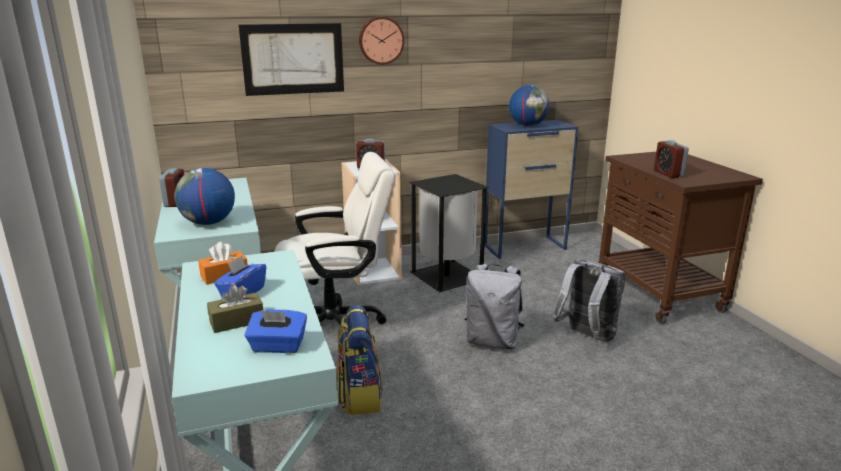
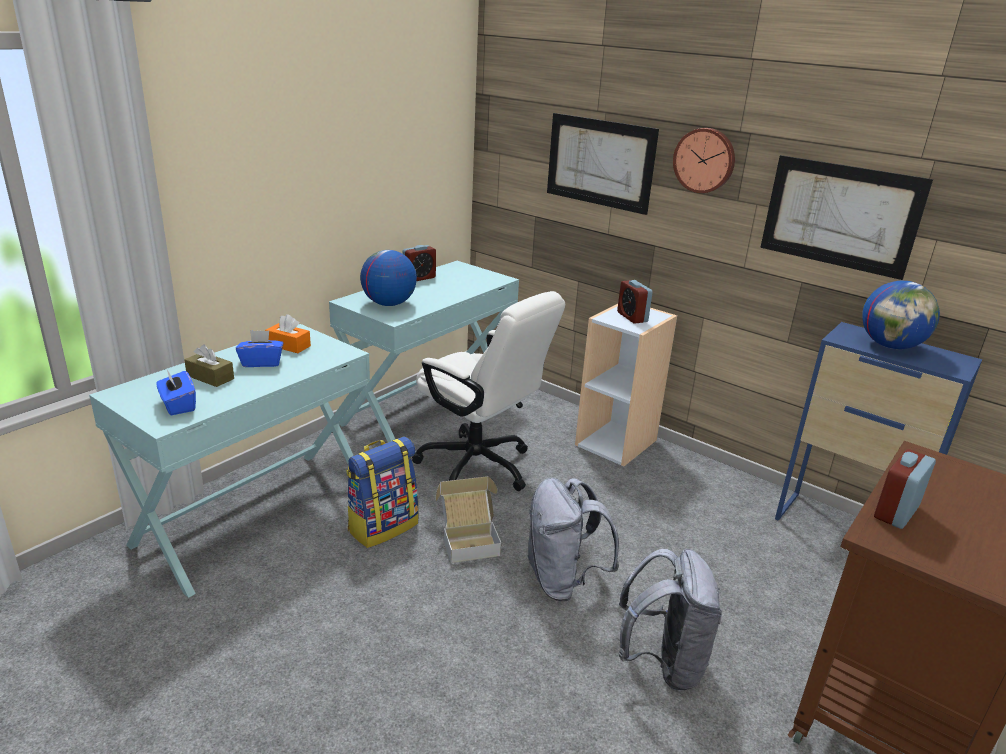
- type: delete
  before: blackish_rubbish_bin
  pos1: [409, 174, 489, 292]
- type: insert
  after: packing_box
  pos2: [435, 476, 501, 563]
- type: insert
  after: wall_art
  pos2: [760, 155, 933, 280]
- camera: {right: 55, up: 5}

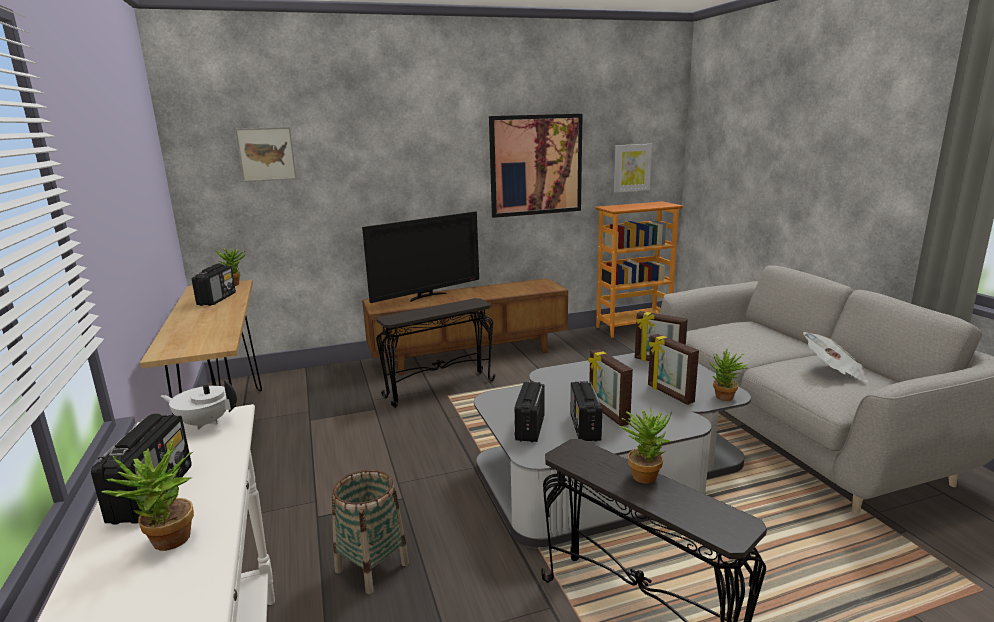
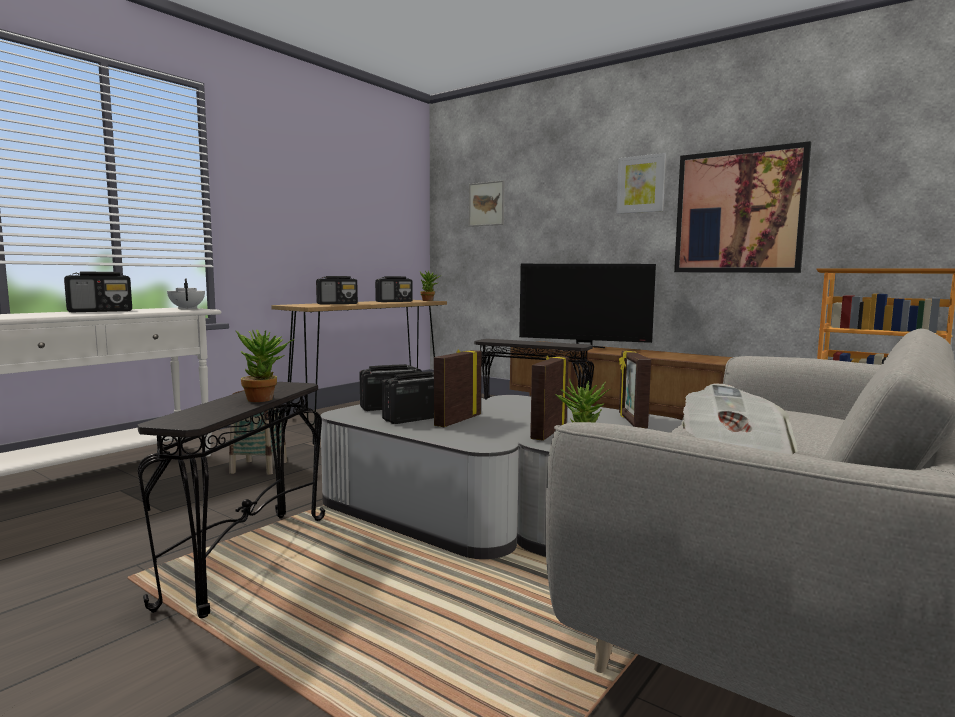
- type: delete
  before: plant_in_a_pot
  pos1: [101, 439, 194, 551]
- type: move
  before: wall_art
  pos1: [614, 144, 652, 193]
  pos2: [616, 153, 666, 214]
- type: insert
  after: radio
  pos2: [316, 276, 358, 305]
- camera: {right: 55, up: -10}

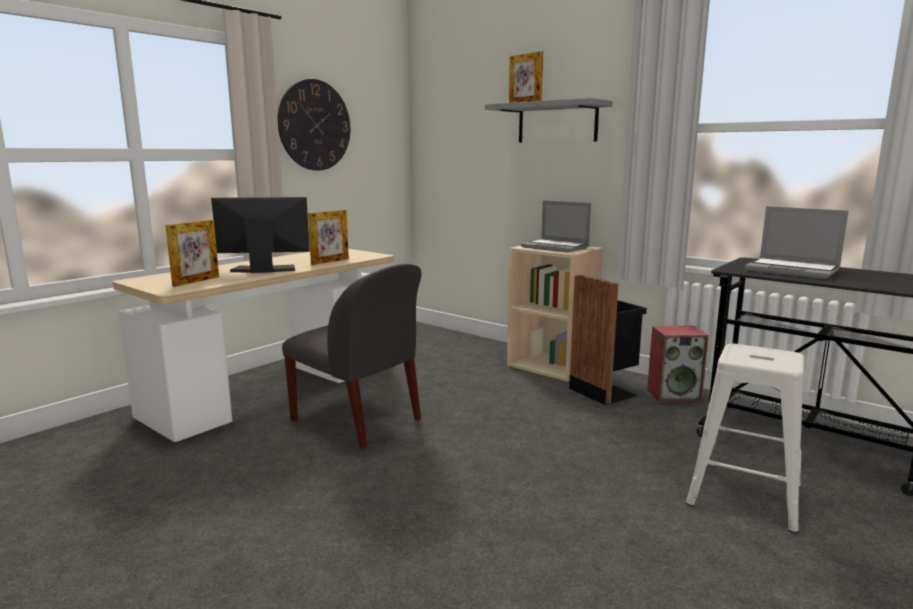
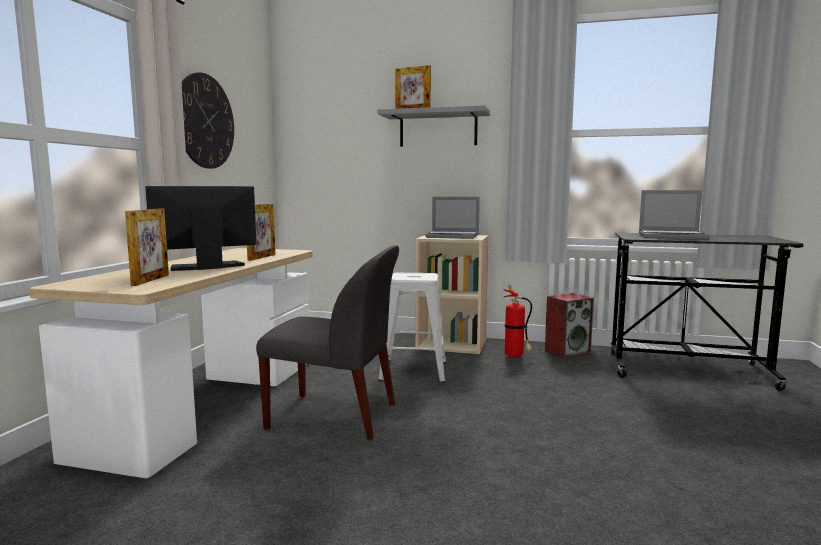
- type: replace
  before: blackish_rubbish_bin
  after: fire-fighting_cylinder
  pos1: [569, 275, 647, 405]
  pos2: [503, 285, 532, 358]
- type: move
  before: white_stool
  pos1: [686, 343, 804, 533]
  pos2: [378, 273, 446, 382]
- camera: {right: -25, up: -5}

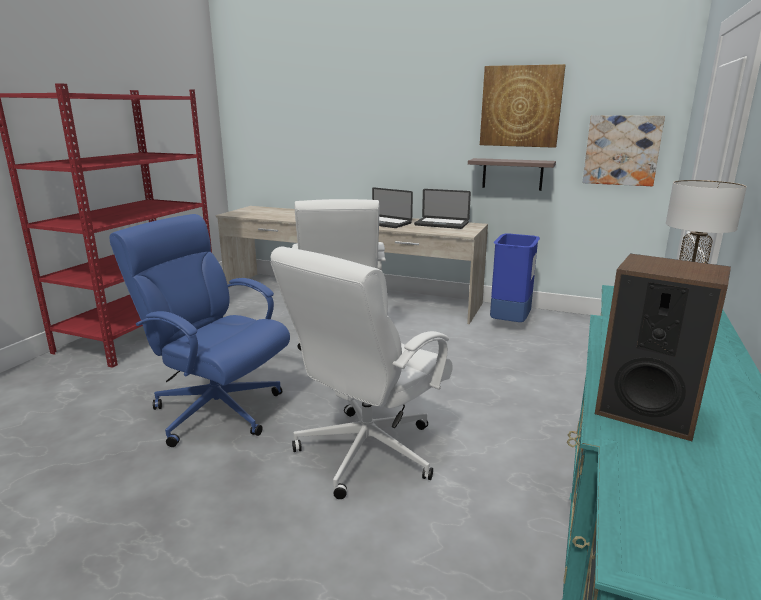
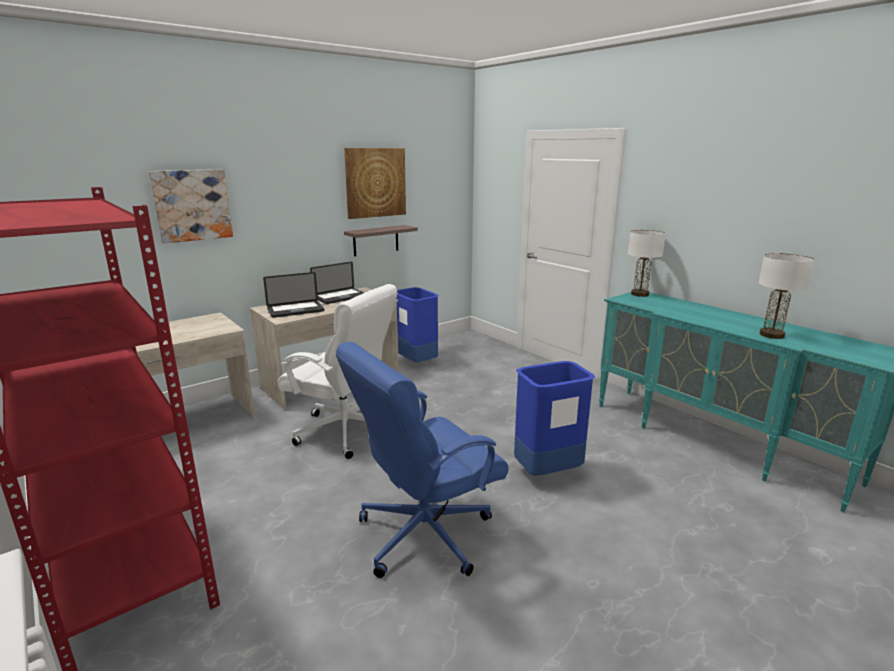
- type: replace
  before: white_desk_chair
  after: blue_rubbish_bin
  pos1: [271, 247, 453, 499]
  pos2: [514, 361, 595, 475]
- type: move
  before: wall_art
  pos1: [583, 115, 665, 186]
  pos2: [149, 169, 233, 244]
- type: replace
  before: audio_speaker
  after: table_lamp
  pos1: [595, 254, 731, 441]
  pos2: [759, 253, 815, 339]
- camera: {right: -60, up: 0}

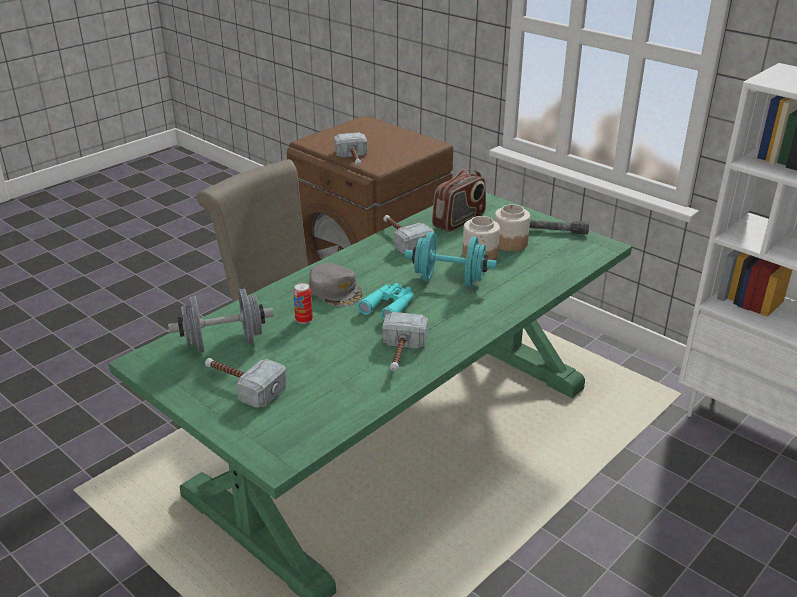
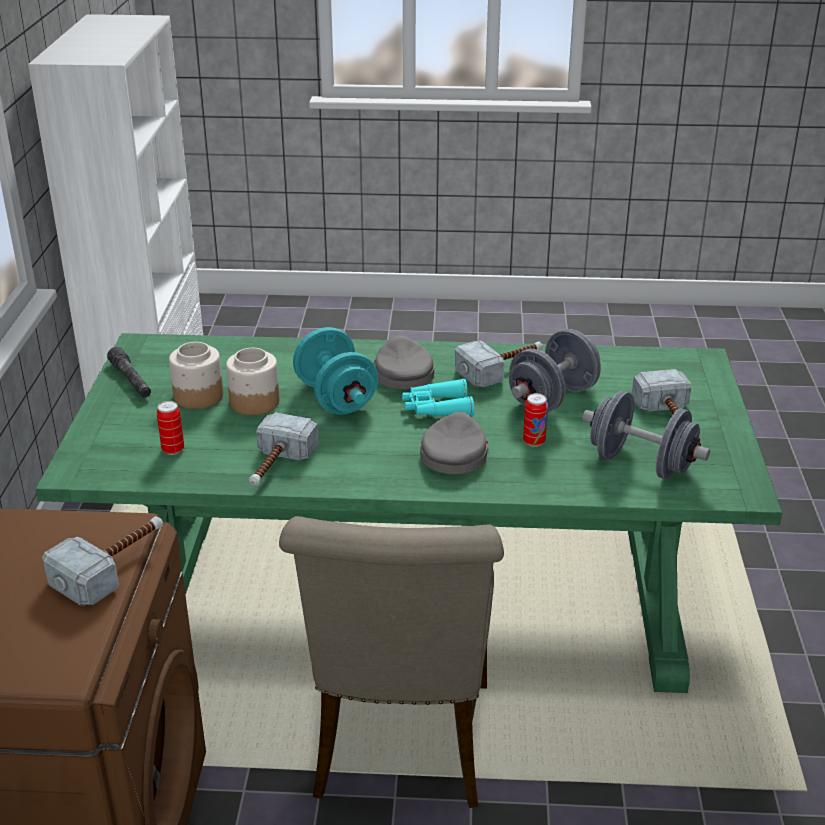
- type: replace
  before: radio
  after: sealed_can
  pos1: [432, 169, 486, 232]
  pos2: [157, 401, 184, 455]
- type: insert
  after: gray_baseball_cap
  pos2: [374, 335, 434, 389]
- type: insert
  after: gray_free_weight
  pos2: [509, 329, 601, 412]
- camera: {right: -130, up: 0}

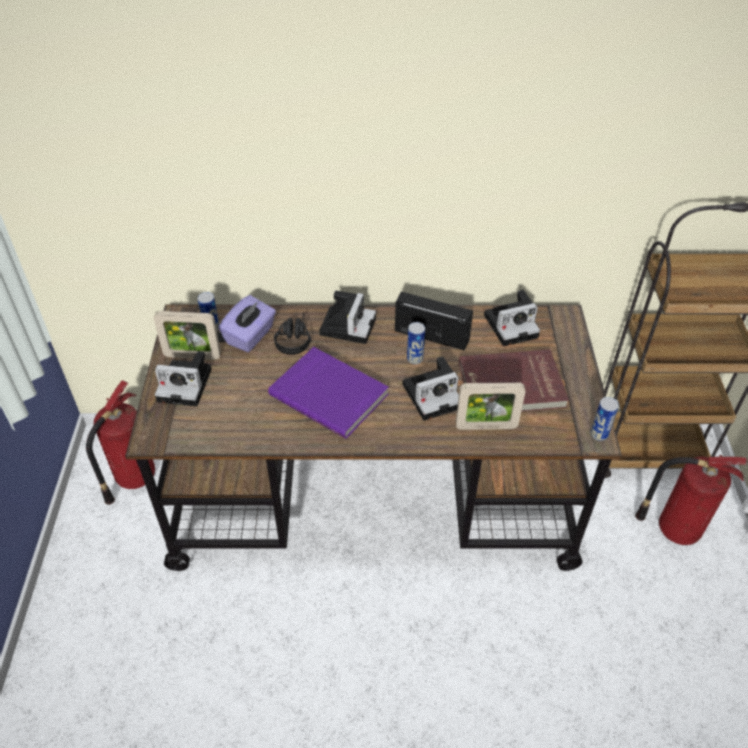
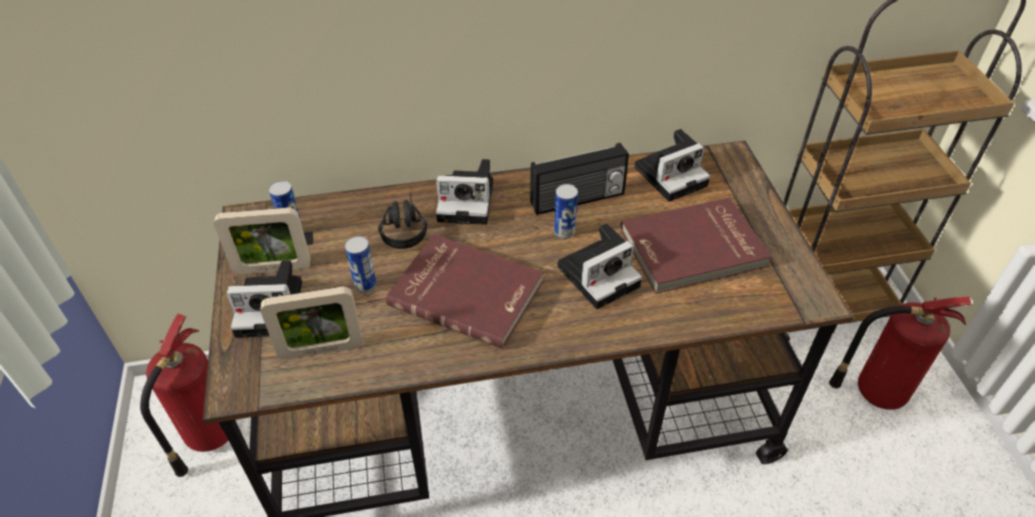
- type: delete
  before: purple-coloured_tissue_box
  pos1: [219, 295, 276, 352]
- type: recolor
  before: purple-coloured_bound_book
  after: red-coloured_bound_book
  pos1: [268, 347, 389, 439]
  pos2: [386, 234, 543, 349]
- type: rotate
  before: still_camera
  pos1: [319, 290, 376, 344]
  pos2: [436, 159, 493, 225]
  turn: 90
- type: rotate
  before: radio
  pos1: [395, 292, 473, 351]
  pos2: [530, 143, 629, 215]
  turn: 150
- type: move
  before: standing_frame
  pos1: [456, 382, 525, 430]
  pos2: [261, 287, 363, 360]
- type: move
  before: sealed_can
  pos1: [590, 397, 619, 441]
  pos2: [345, 236, 376, 293]
- camera: {right: -10, up: 0}

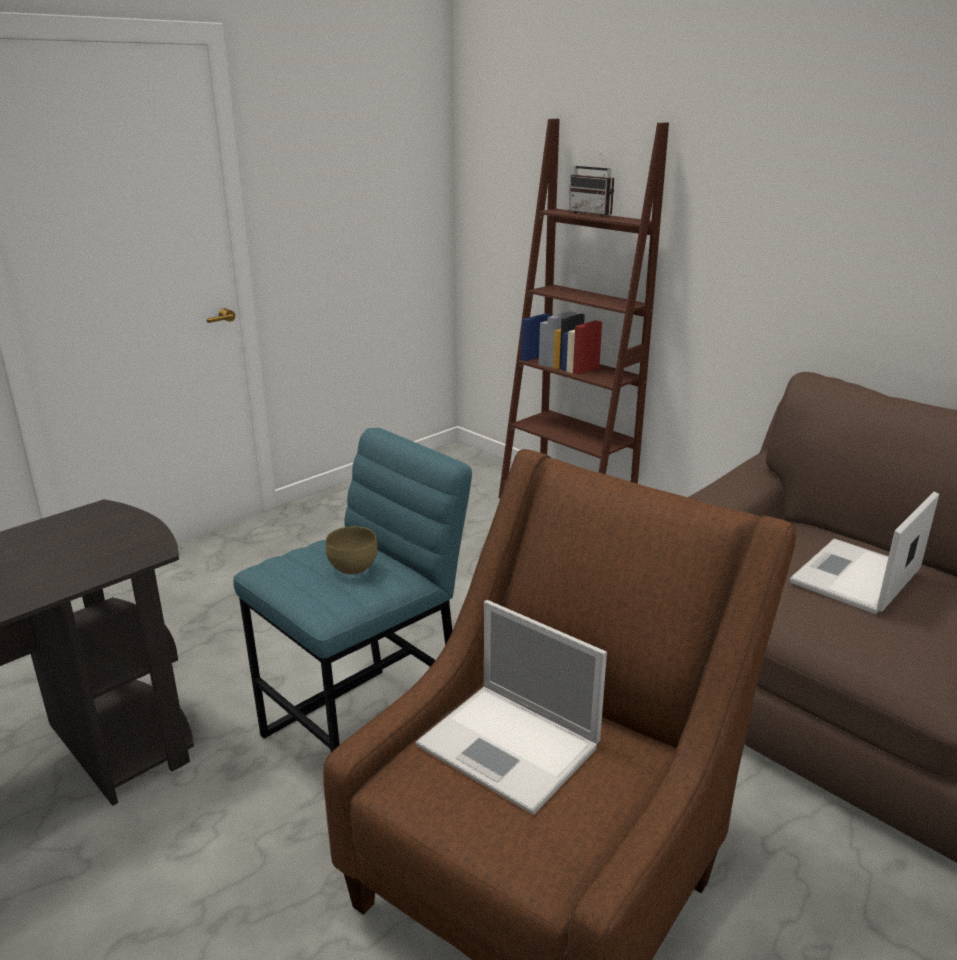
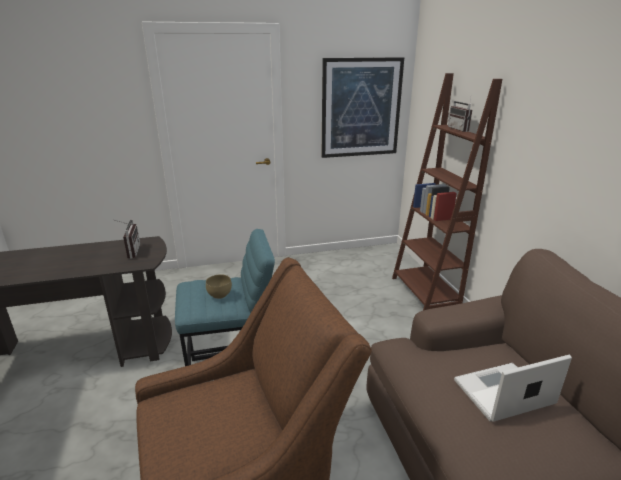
- type: delete
  before: notebook_computer
  pos1: [416, 600, 607, 815]
- type: insert
  after: radio
  pos2: [115, 219, 140, 259]
- type: insert
  after: wall_art
  pos2: [321, 57, 404, 158]
- camera: {right: 30, up: 0}

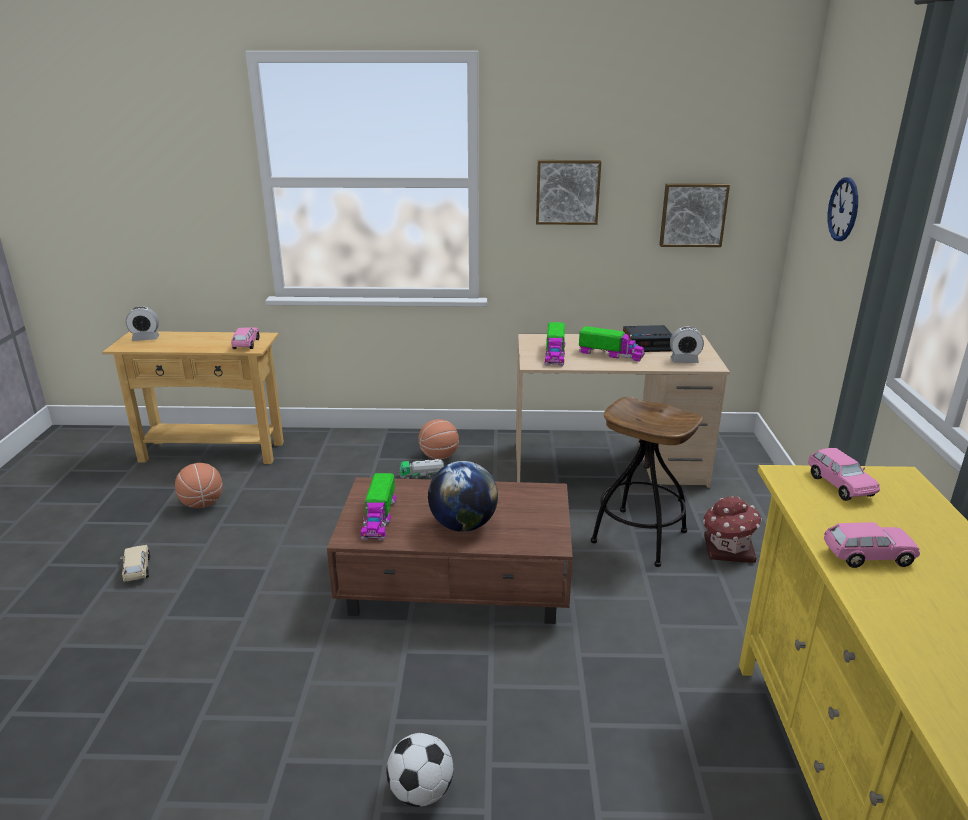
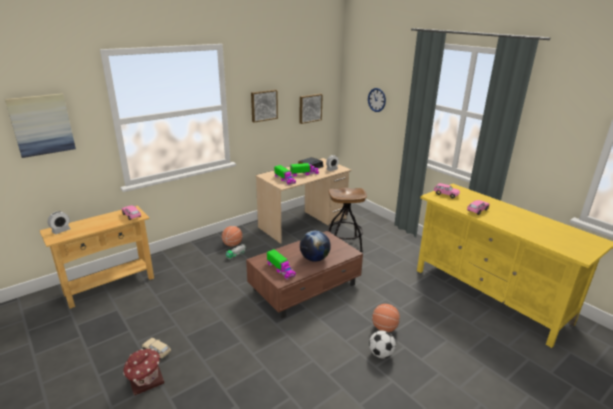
- type: move
  before: basketball_ball
  pos1: [175, 463, 223, 508]
  pos2: [372, 304, 400, 332]
- type: move
  before: toy_house
  pos1: [703, 496, 762, 563]
  pos2: [123, 349, 164, 395]
- type: insert
  after: wall_art
  pos2: [5, 93, 76, 158]
- camera: {right: -40, up: 0}

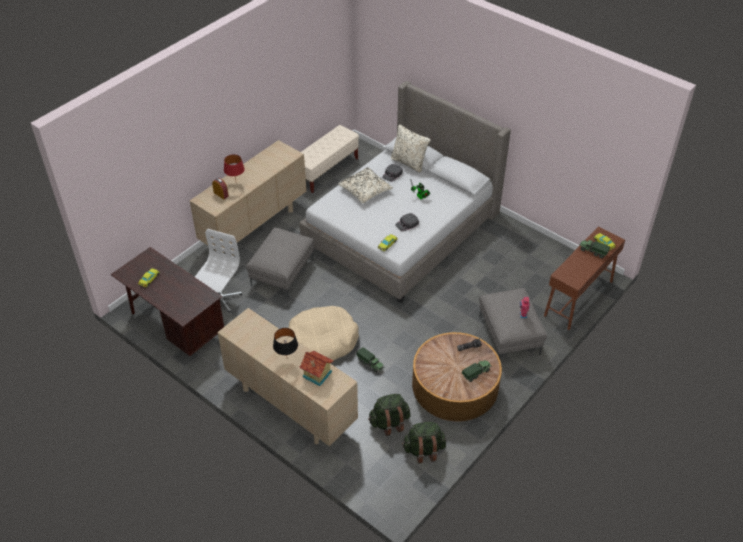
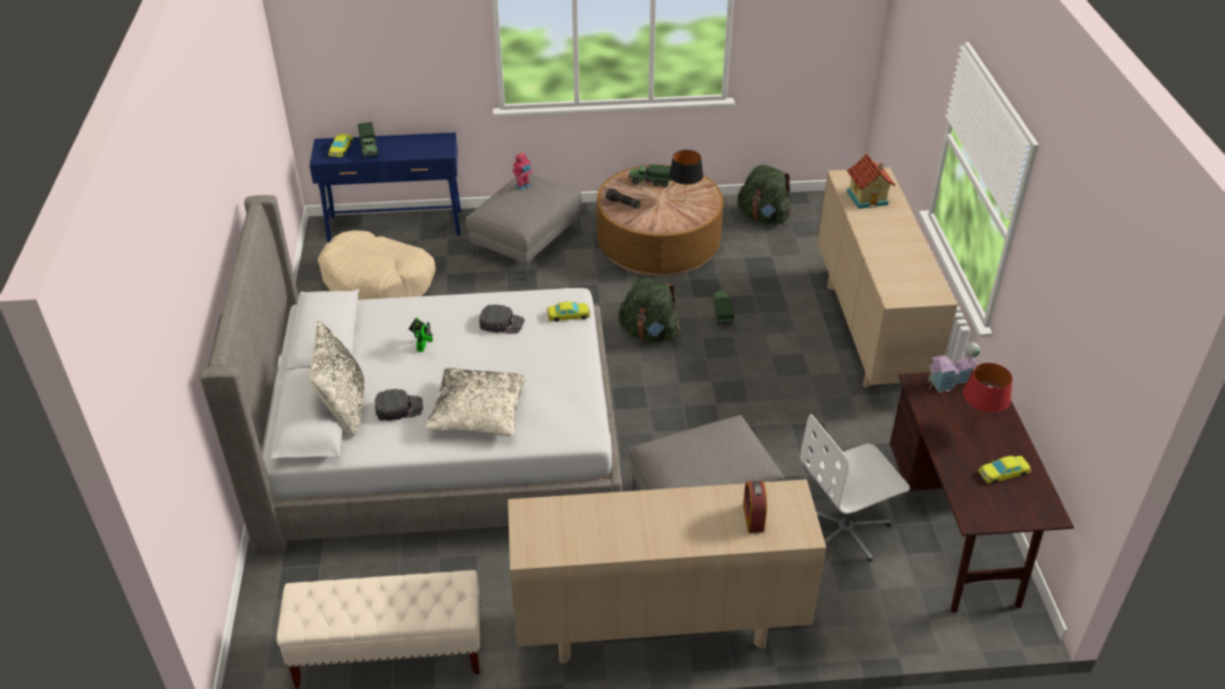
- type: move
  before: red-coloured_table_lamp
  pos1: [224, 154, 245, 180]
  pos2: [963, 363, 1013, 426]
- type: move
  before: blackish_table_lamp
  pos1: [273, 328, 298, 355]
  pos2: [669, 150, 703, 195]
- type: move
  before: sand-coloured_pet_bed
  pos1: [288, 306, 359, 361]
  pos2: [318, 230, 435, 300]
- type: move
  before: greenish_knapsack
  pos1: [368, 394, 411, 436]
  pos2: [618, 277, 680, 342]
- type: recolor
  before: brownish_narrow_table
  after: blue_narrow_table
  pos1: [544, 227, 625, 330]
  pos2: [309, 132, 461, 243]
- type: insert
  after: toy_house
  pos2: [927, 342, 980, 392]
- camera: {right: -135, up: -5}

